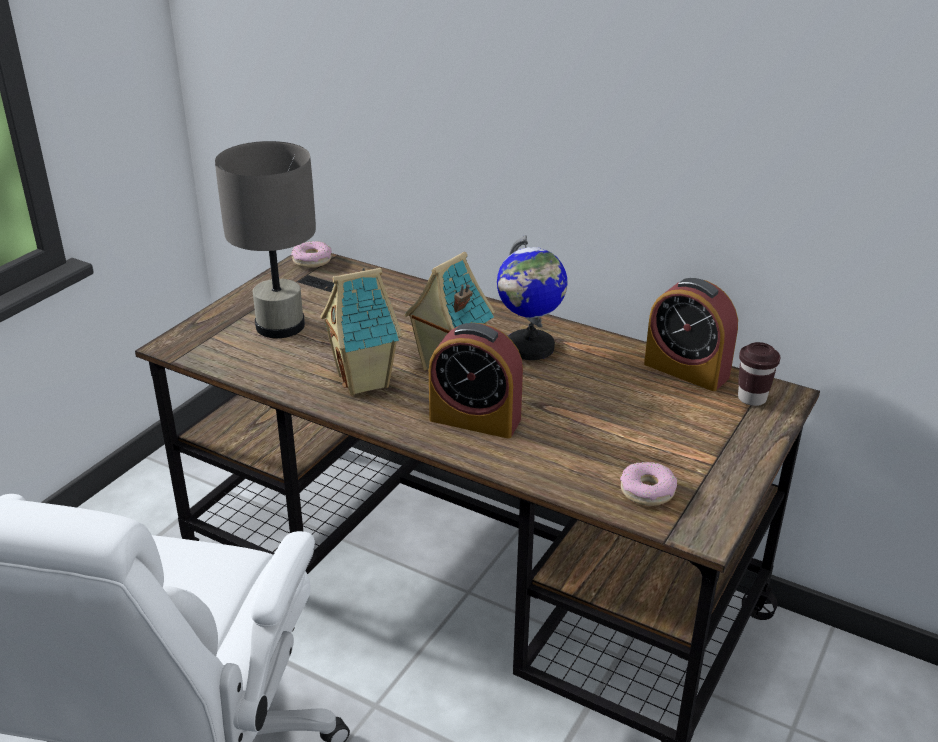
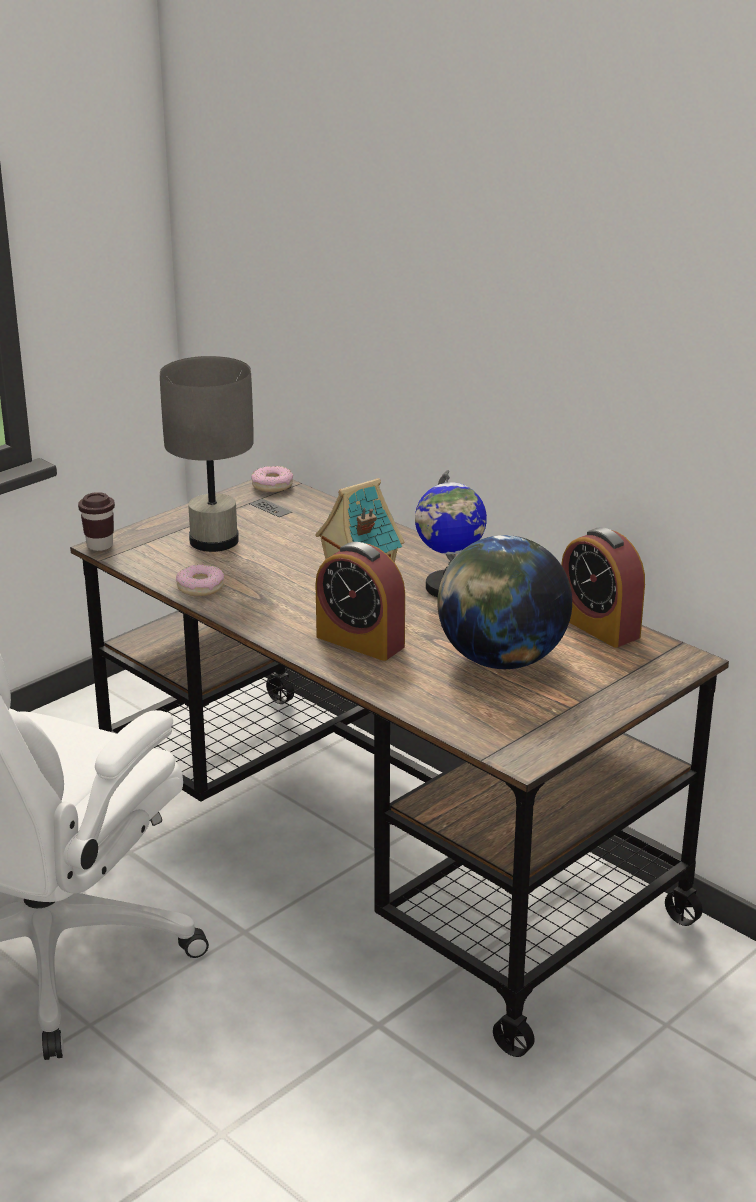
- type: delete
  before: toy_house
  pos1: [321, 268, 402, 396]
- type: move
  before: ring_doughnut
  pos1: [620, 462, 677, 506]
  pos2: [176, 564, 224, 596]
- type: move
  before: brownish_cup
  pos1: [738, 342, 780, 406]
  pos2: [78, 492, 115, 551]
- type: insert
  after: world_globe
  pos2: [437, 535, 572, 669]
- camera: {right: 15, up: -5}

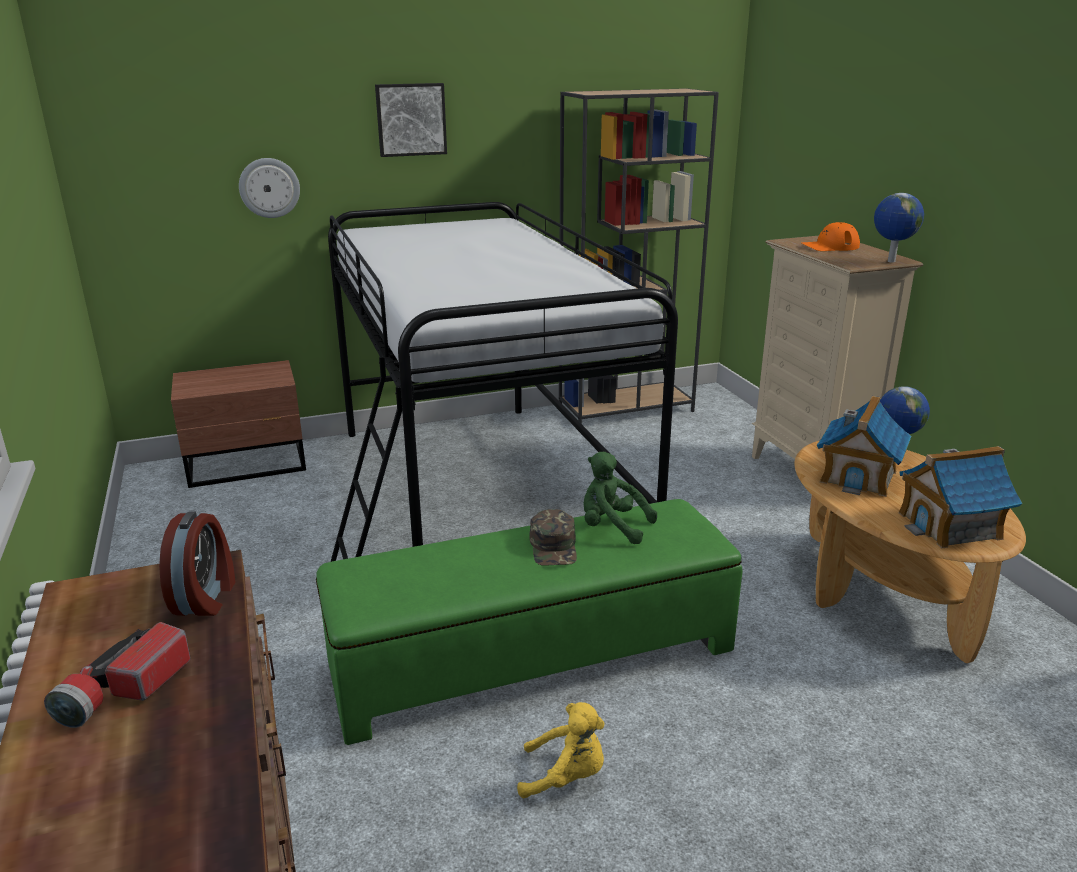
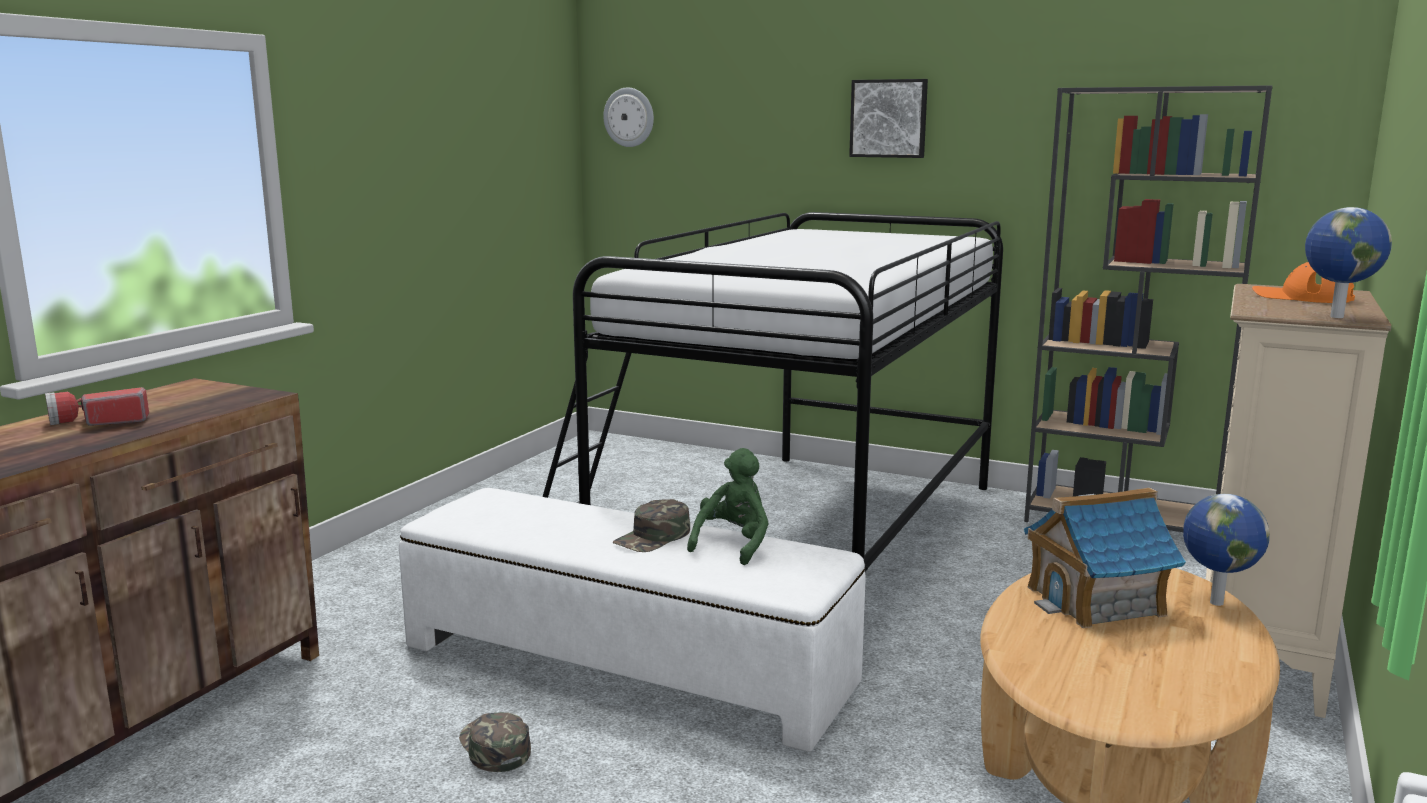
- type: delete
  before: bedside_clock
  pos1: [159, 511, 235, 616]
- type: delete
  before: brownish_bedside_table
  pos1: [171, 360, 306, 488]
- type: move
  before: wall_clock
  pos1: [239, 158, 300, 218]
  pos2: [603, 87, 654, 147]
- type: recolor
  before: greenish_long_seat
  after: white_long_seat
  pos1: [316, 499, 743, 745]
  pos2: [399, 488, 866, 752]
- type: replace
  before: yellowish_soft_toy
  after: greenish_baseball_cap
  pos1: [517, 702, 605, 798]
  pos2: [459, 712, 531, 772]
- type: rotate
  before: greenish_soft_toy
  pos1: [583, 452, 657, 544]
  pos2: [687, 448, 769, 565]
  turn: 45
- type: delete
  before: toy_house
  pos1: [899, 446, 1022, 548]
- camera: {right: 45, up: -10}

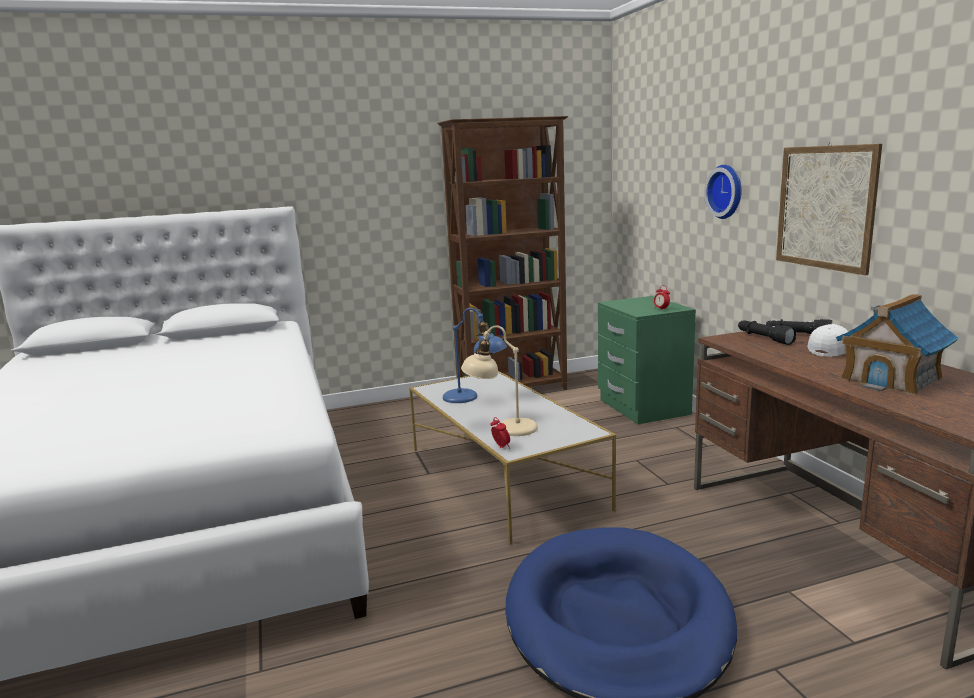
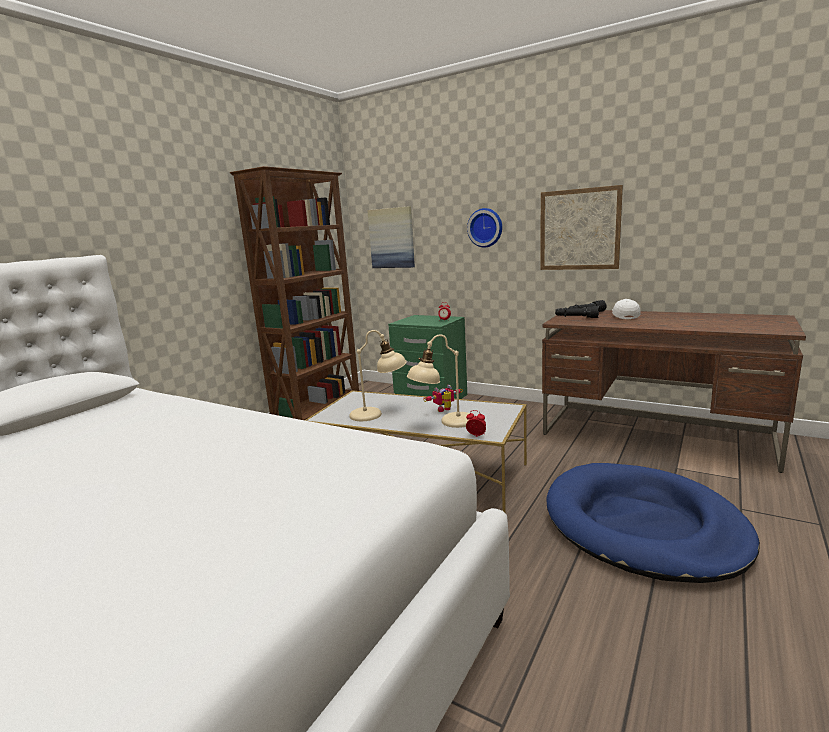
- type: recolor
  before: blue_table_lamp
  after: sand-coloured_table_lamp
  pos1: [443, 308, 507, 403]
  pos2: [349, 330, 407, 421]
- type: delete
  before: toy_house
  pos1: [836, 294, 959, 395]
- type: insert
  after: wall_art
  pos2: [367, 206, 415, 268]
- type: insert
  after: toy_robot
  pos2: [423, 385, 462, 412]
- camera: {right: -40, up: 0}

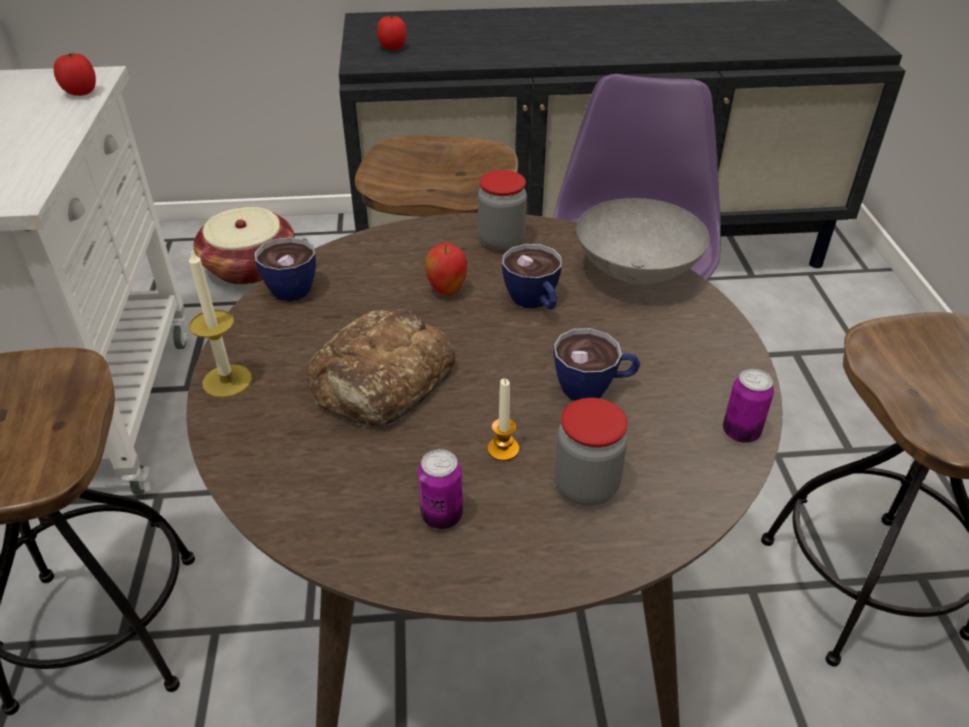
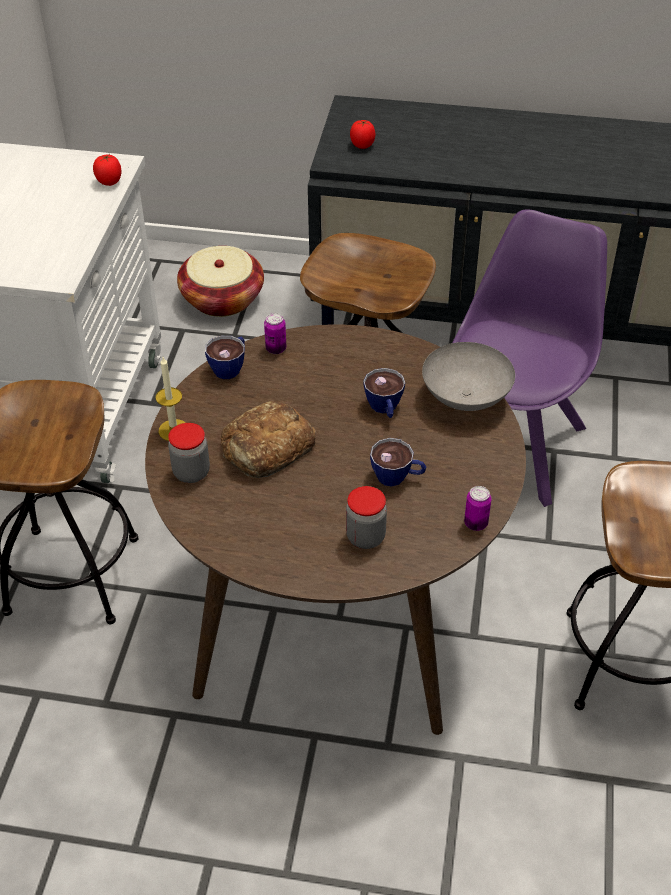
- type: move
  before: sealed_can
  pos1: [418, 449, 463, 529]
  pos2: [264, 313, 286, 354]
- type: delete
  before: whole_apple
  pos1: [425, 243, 467, 295]
- type: move
  before: jar
  pos1: [478, 170, 527, 250]
  pos2: [168, 423, 210, 483]
- type: delete
  before: wax_light
  pos1: [487, 379, 519, 461]
- camera: {right: 15, up: 5}

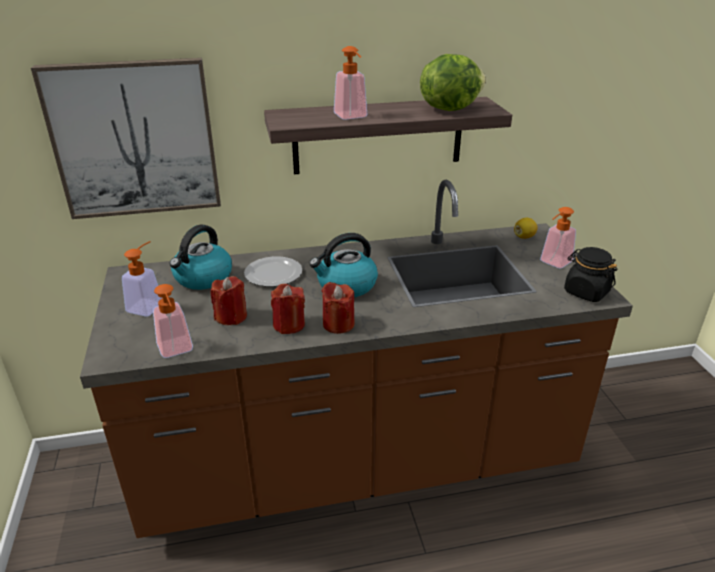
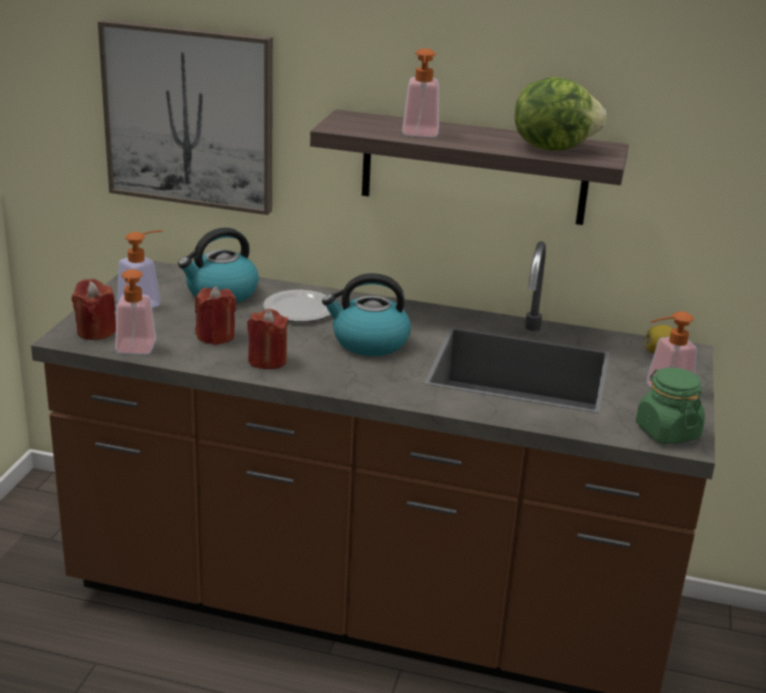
- type: move
  before: red-coloured_wax_light
  pos1: [322, 282, 354, 334]
  pos2: [72, 279, 116, 340]
- type: recolor
  before: blackish_jar
  after: greenish_jar
  pos1: [564, 247, 618, 302]
  pos2: [636, 367, 705, 444]
- camera: {right: 25, up: -5}

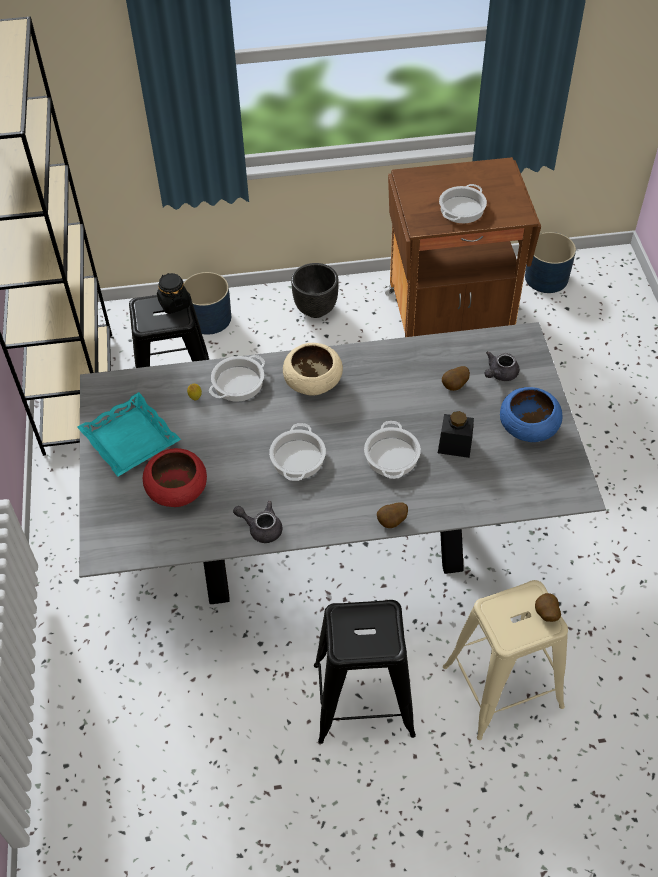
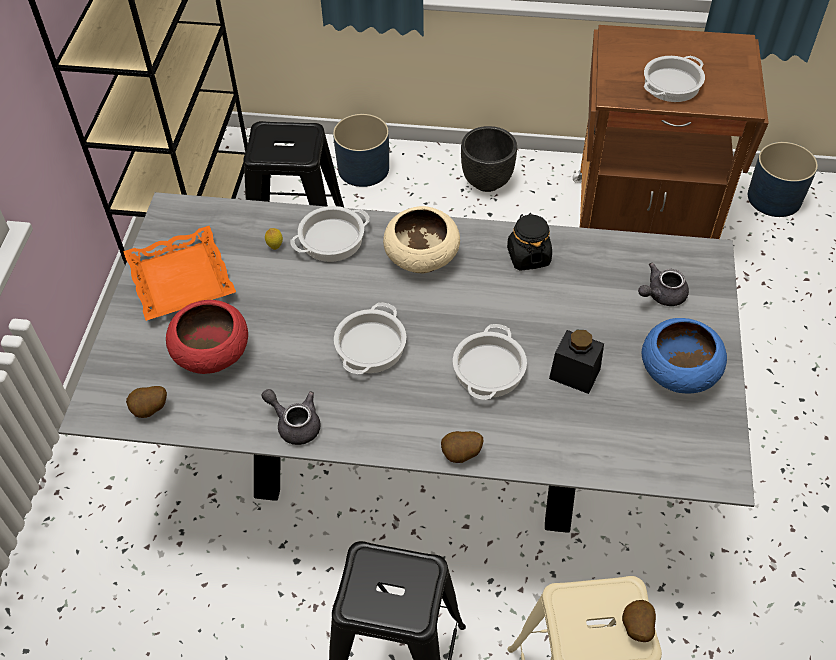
- type: recolor
  before: turquoise_serving_tray
  after: orange-coloured_serving_tray
  pos1: [77, 392, 181, 477]
  pos2: [123, 226, 236, 321]
- type: move
  before: blackish_jar
  pos1: [157, 273, 190, 314]
  pos2: [507, 213, 552, 271]
- type: move
  before: spud
  pos1: [442, 366, 470, 391]
  pos2: [126, 386, 167, 418]
- camera: {right: 15, up: 0}

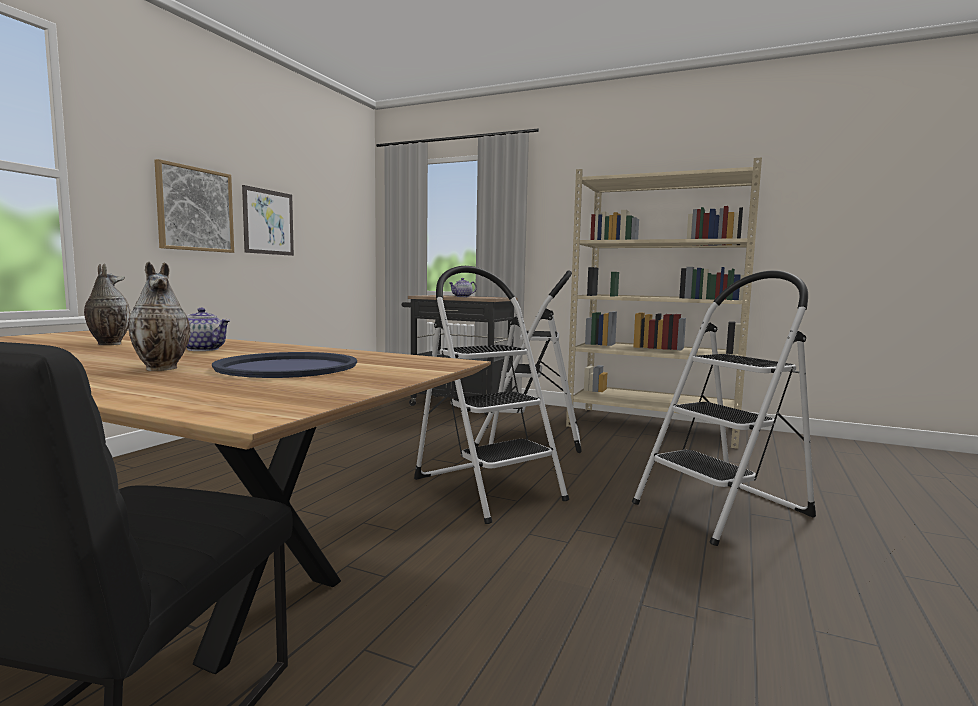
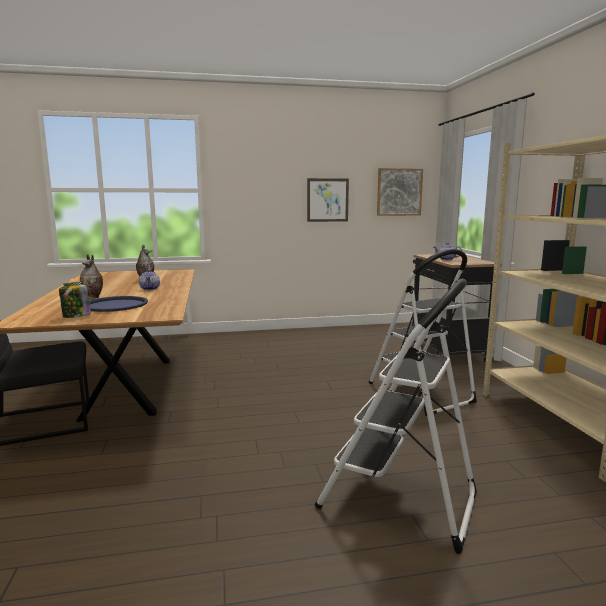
- type: move
  before: wall_art
  pos1: [154, 159, 234, 253]
  pos2: [377, 168, 423, 216]
- type: delete
  before: step_stool
  pos1: [414, 266, 569, 524]
- type: insert
  after: jar
  pos2: [59, 282, 91, 318]
- camera: {right: 55, up: 5}

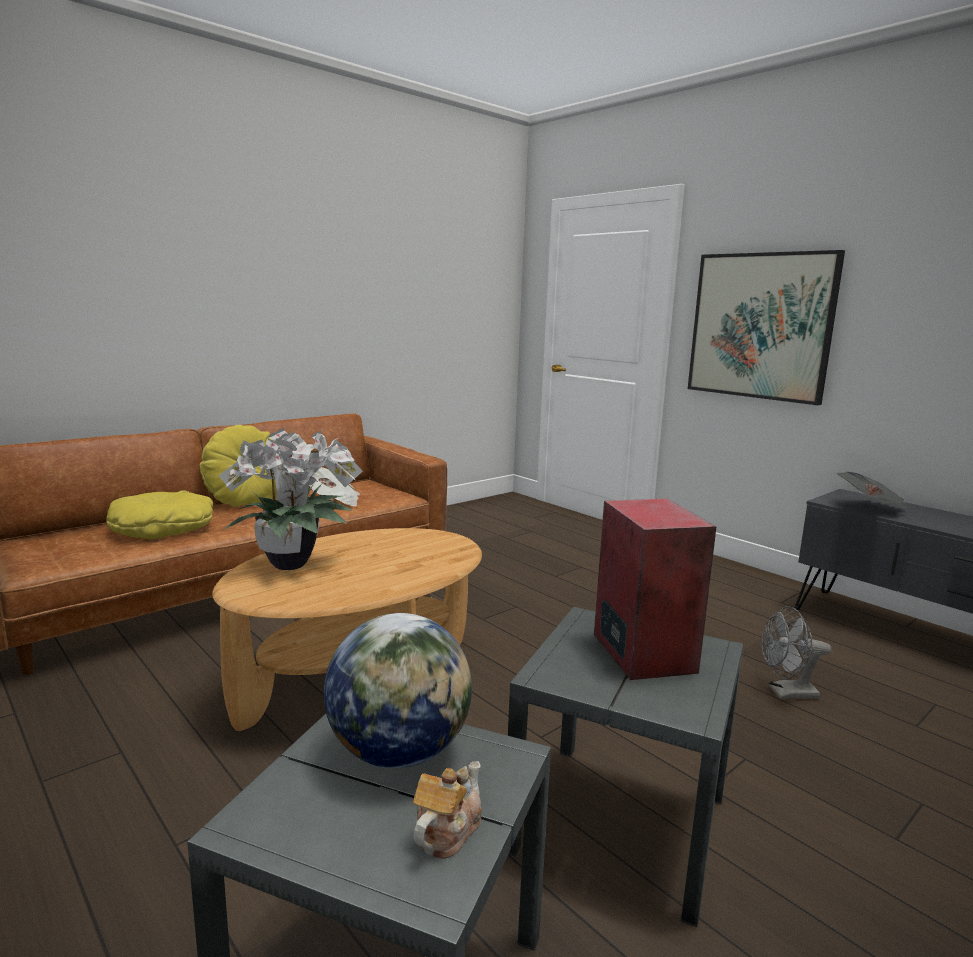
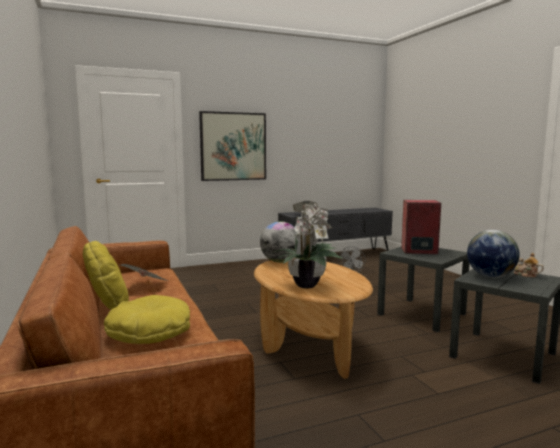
- type: insert
  after: world_globe
  pos2: [260, 221, 298, 263]
- camera: {right: -70, up: -5}

